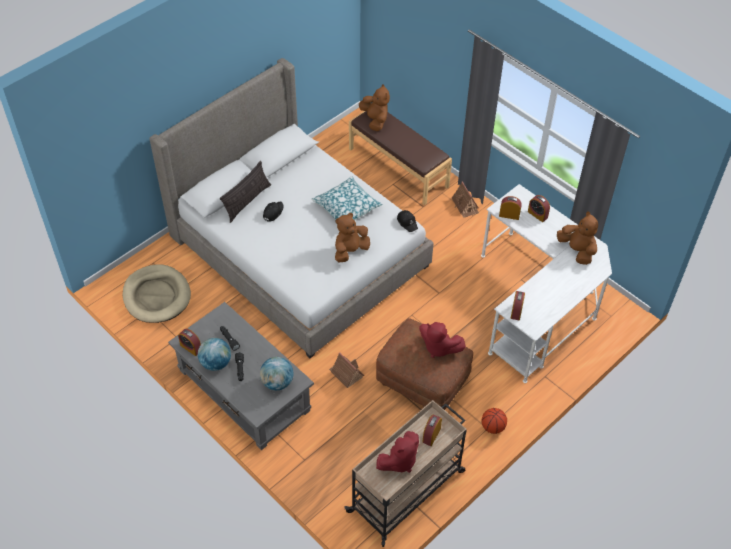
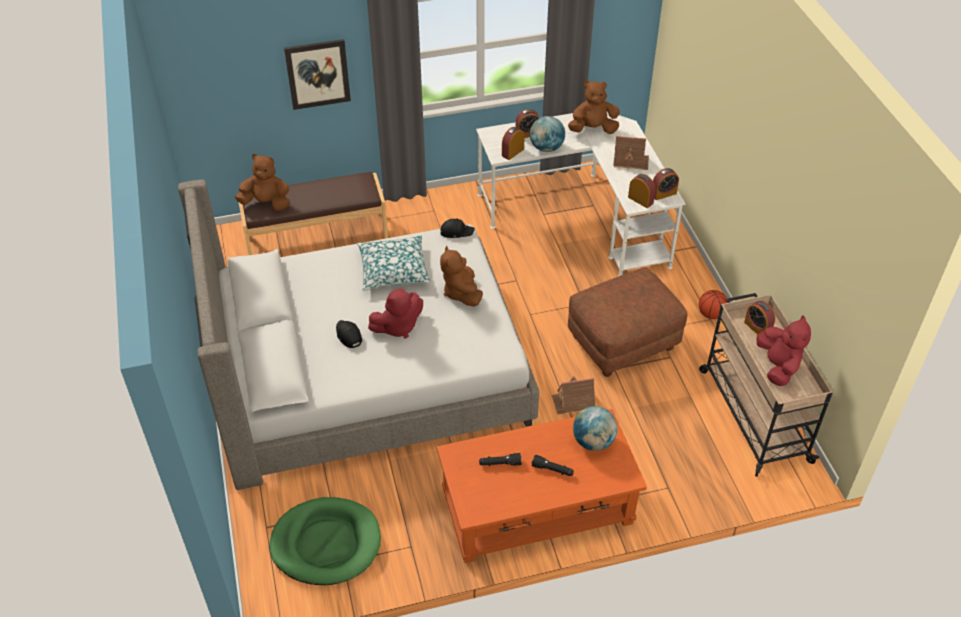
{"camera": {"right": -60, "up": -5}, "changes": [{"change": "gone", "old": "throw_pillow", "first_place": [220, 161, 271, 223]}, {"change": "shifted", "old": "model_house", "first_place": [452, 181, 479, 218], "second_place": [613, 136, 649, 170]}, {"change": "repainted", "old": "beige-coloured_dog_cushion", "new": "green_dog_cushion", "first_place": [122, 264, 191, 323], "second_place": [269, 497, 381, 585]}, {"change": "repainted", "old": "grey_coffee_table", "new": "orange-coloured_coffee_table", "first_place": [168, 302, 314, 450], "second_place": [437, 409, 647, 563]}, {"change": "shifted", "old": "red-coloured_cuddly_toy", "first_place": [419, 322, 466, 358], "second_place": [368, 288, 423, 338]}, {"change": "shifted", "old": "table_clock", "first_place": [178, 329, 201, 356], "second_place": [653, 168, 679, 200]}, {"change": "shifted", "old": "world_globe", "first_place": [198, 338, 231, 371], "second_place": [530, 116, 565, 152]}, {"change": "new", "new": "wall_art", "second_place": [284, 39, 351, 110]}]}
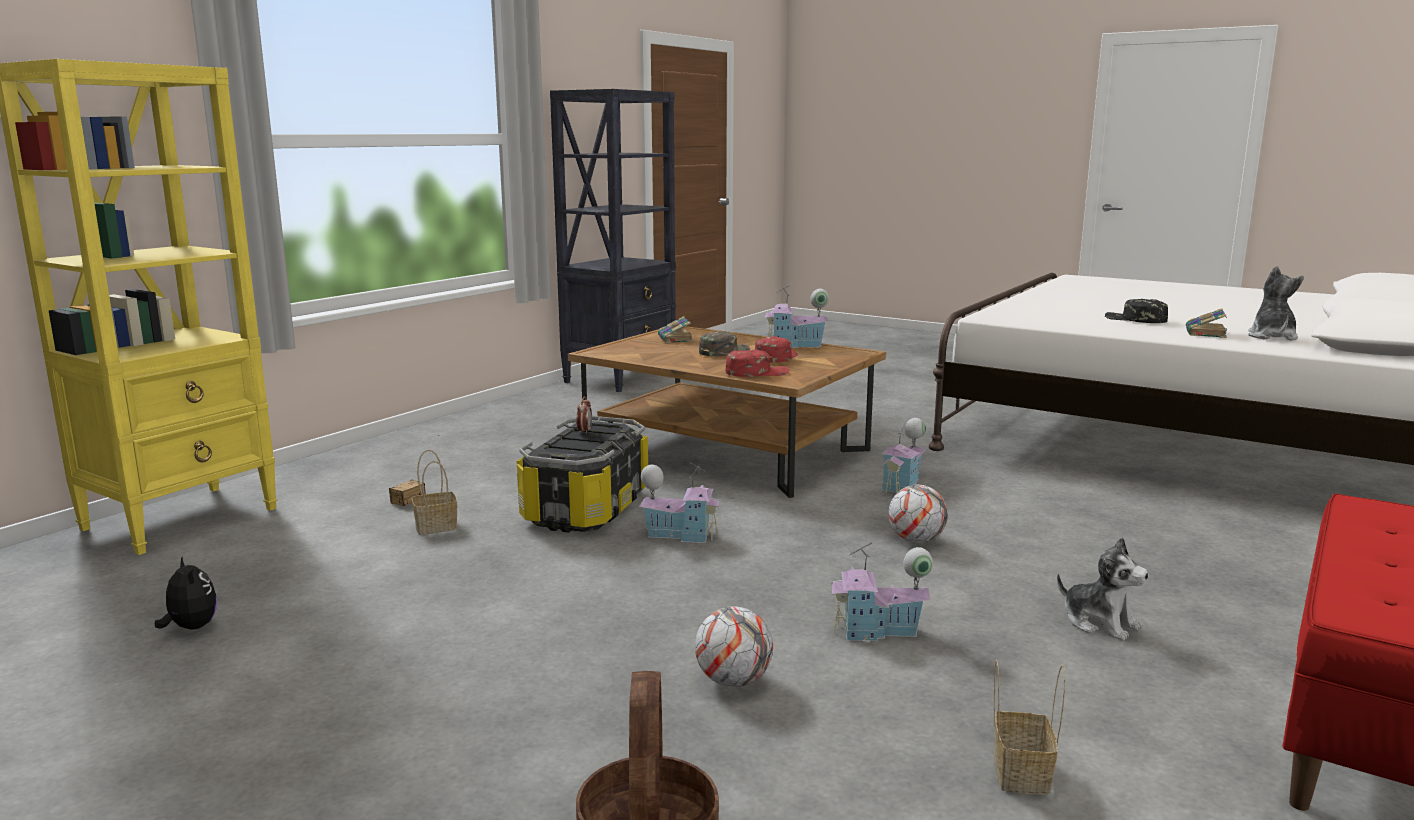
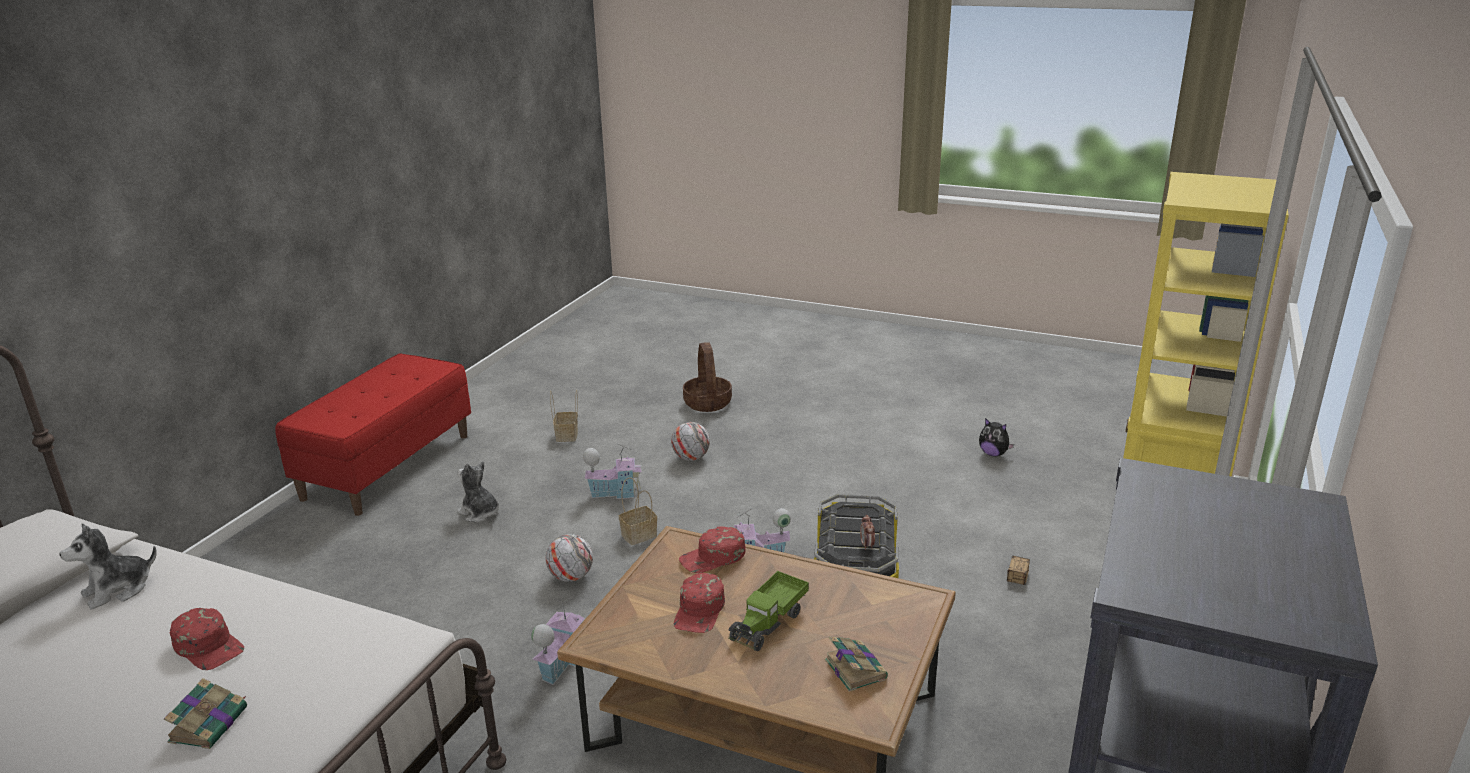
{"camera": {"right": 170, "up": 10}, "changes": [{"change": "rotated", "old": "cuddly_toy", "first_place": [1248, 266, 1304, 340], "second_place": [59, 523, 157, 610], "degrees": 45}, {"change": "gone", "old": "model_house", "first_place": [765, 285, 829, 348]}, {"change": "repainted", "old": "black-coloured_cap", "new": "red-coloured_cap", "first_place": [1105, 299, 1168, 323], "second_place": [170, 608, 244, 670]}, {"change": "shifted", "old": "volume", "first_place": [1186, 308, 1227, 338], "second_place": [164, 678, 247, 749]}, {"change": "swapped", "old": "green_cap", "new": "toy_lorry", "first_place": [699, 331, 750, 356], "second_place": [728, 571, 809, 651]}, {"change": "shifted", "old": "basket", "first_place": [412, 450, 457, 535], "second_place": [619, 477, 657, 545]}]}
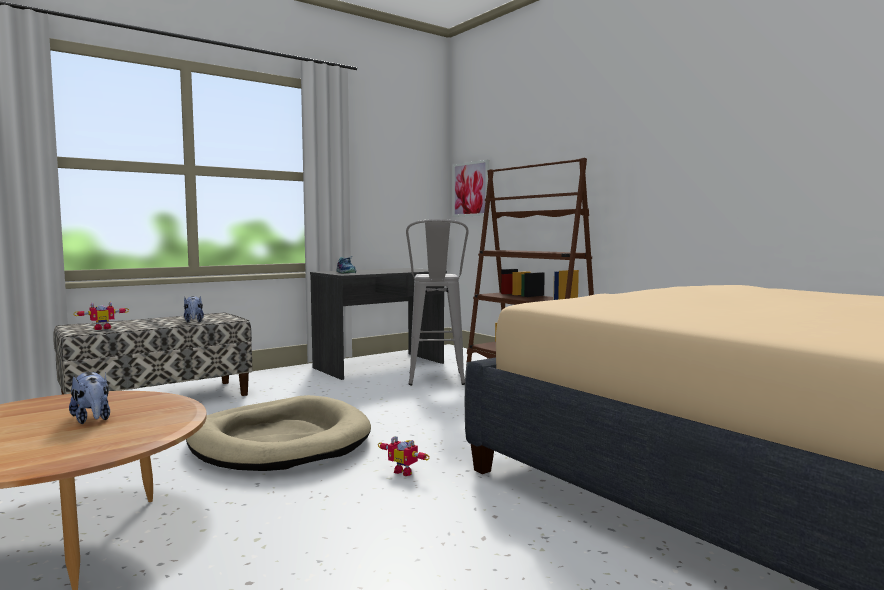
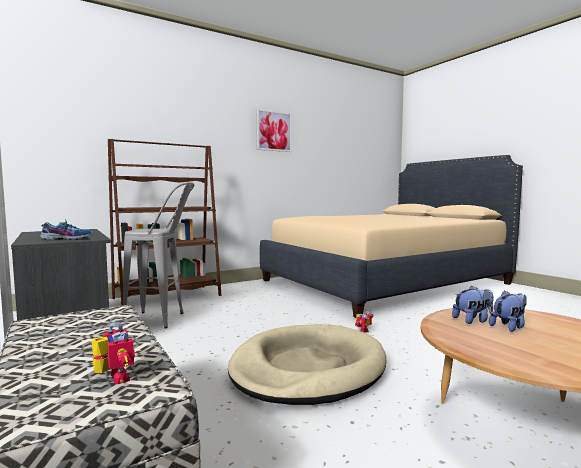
{"camera": {"right": -85, "up": 0}, "changes": [{"change": "shifted", "old": "wall_art", "first_place": [453, 160, 489, 217], "second_place": [256, 109, 292, 152]}, {"change": "shifted", "old": "cuddly_toy", "first_place": [184, 296, 204, 322], "second_place": [452, 286, 494, 324]}]}
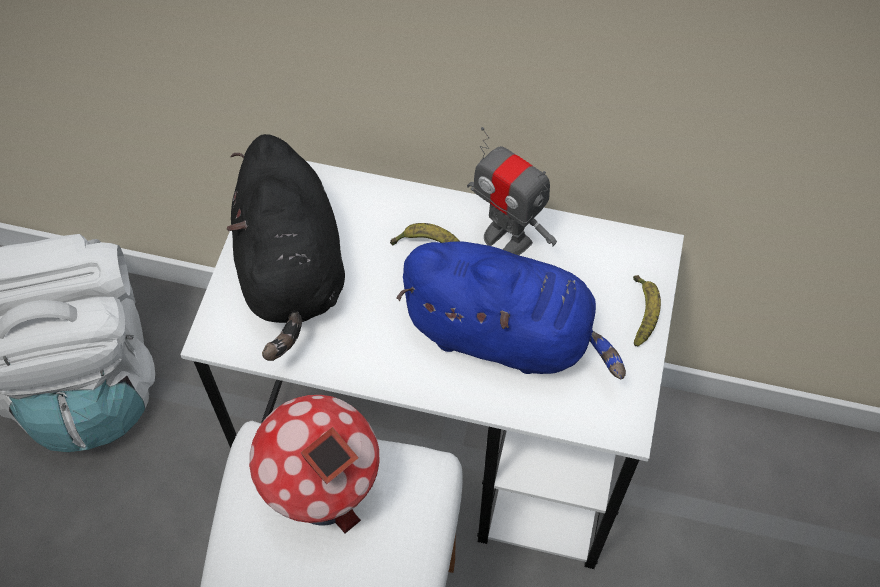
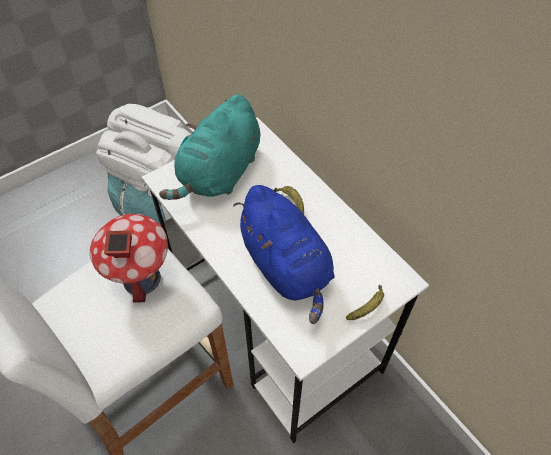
{"camera": {"right": 40, "up": -5}, "changes": [{"change": "gone", "old": "model_robot", "first_place": [467, 127, 557, 255]}, {"change": "repainted", "old": "black-coloured_cuddly_toy", "new": "blue-green_cuddly_toy", "first_place": [227, 134, 345, 361], "second_place": [159, 95, 260, 200]}]}
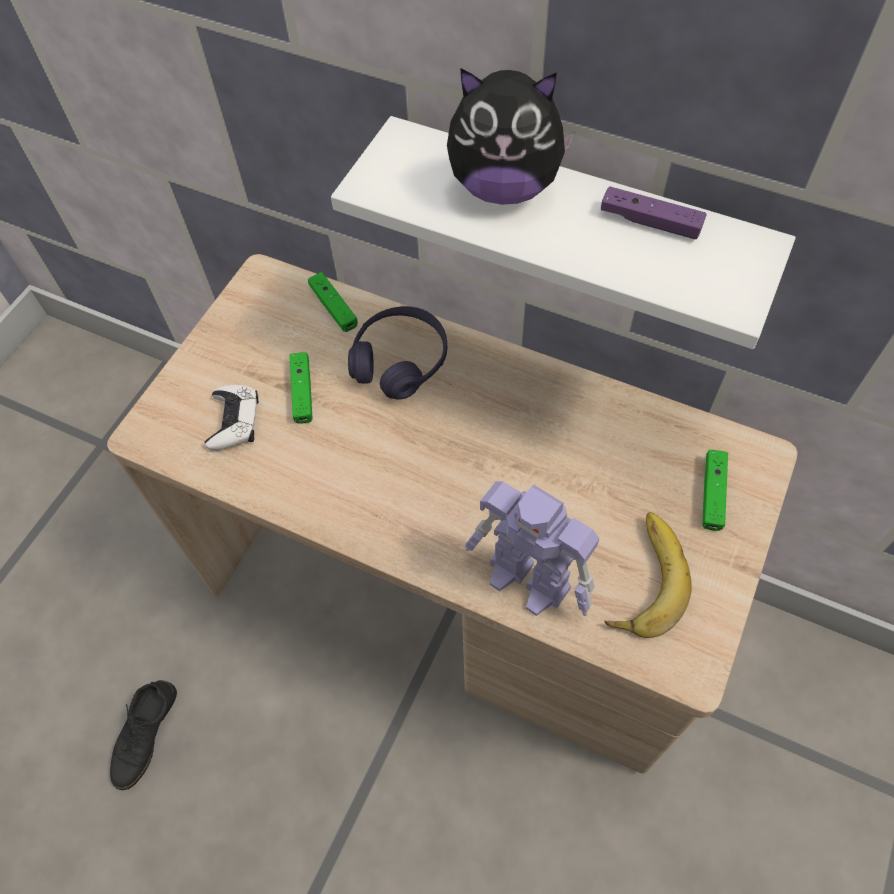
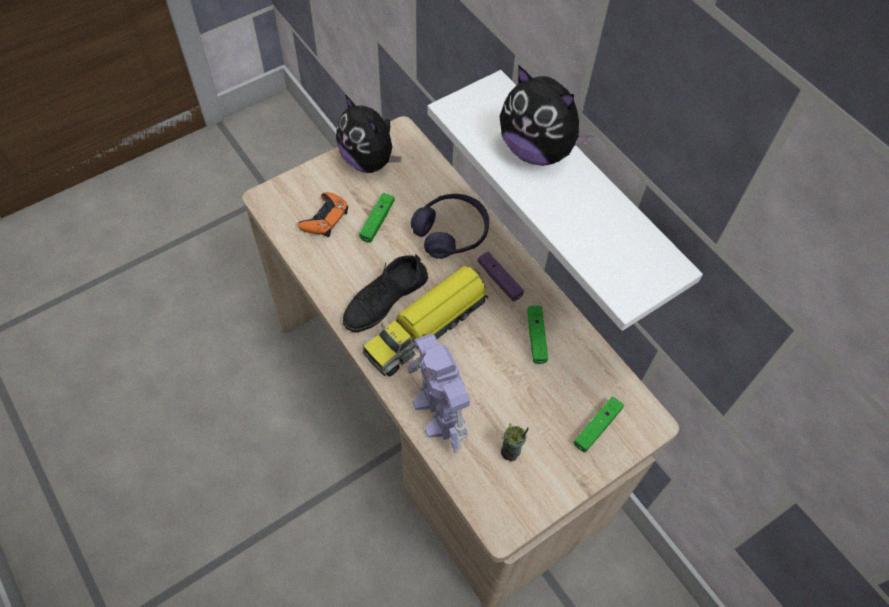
{"camera": {"right": 25, "up": 0}, "changes": [{"change": "shifted", "old": "purple_joypad", "first_place": [601, 186, 707, 239], "second_place": [477, 252, 524, 302]}, {"change": "shifted", "old": "green_joypad", "first_place": [308, 272, 358, 332], "second_place": [527, 306, 548, 364]}, {"change": "repainted", "old": "white_joypad", "new": "orange-coloured_joypad", "first_place": [205, 385, 259, 450], "second_place": [298, 192, 348, 237]}, {"change": "swapped", "old": "banana", "new": "cup", "first_place": [605, 512, 692, 638], "second_place": [501, 423, 529, 462]}, {"change": "shifted", "old": "black-coloured_shoe", "first_place": [110, 680, 177, 790], "second_place": [343, 254, 428, 332]}, {"change": "new", "new": "cuddly_toy", "second_place": [336, 95, 402, 173]}, {"change": "new", "new": "toy_lorry", "second_place": [363, 266, 488, 376]}]}
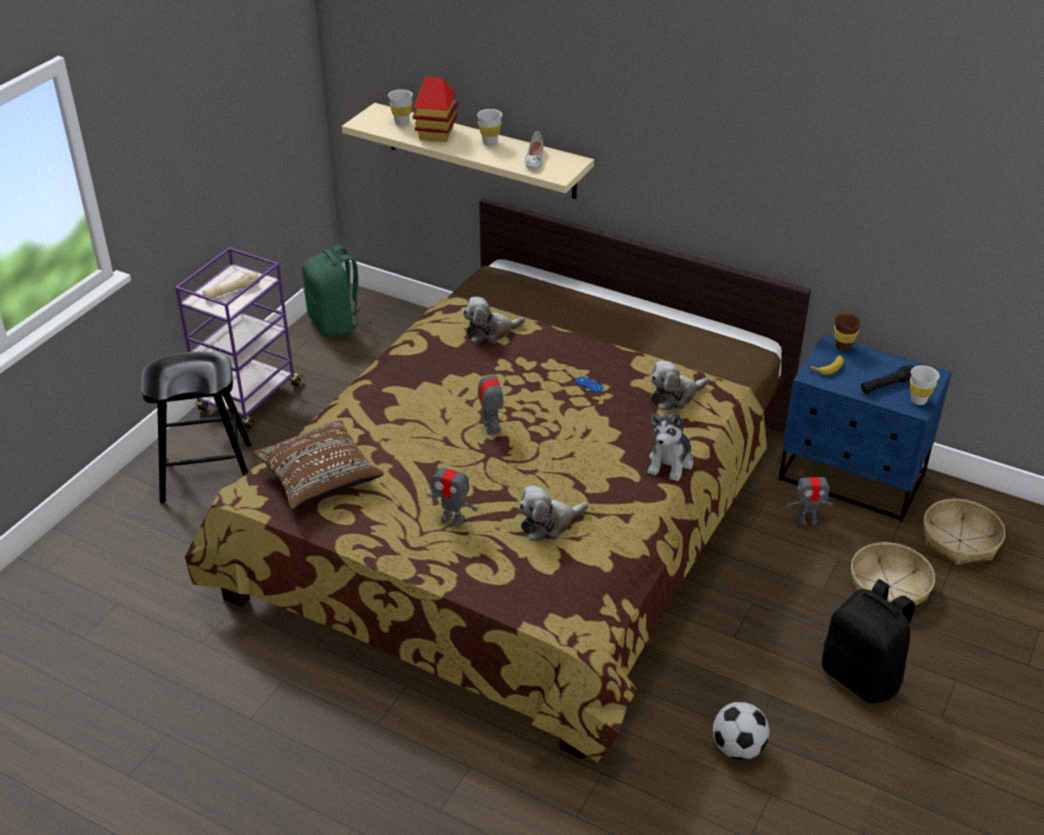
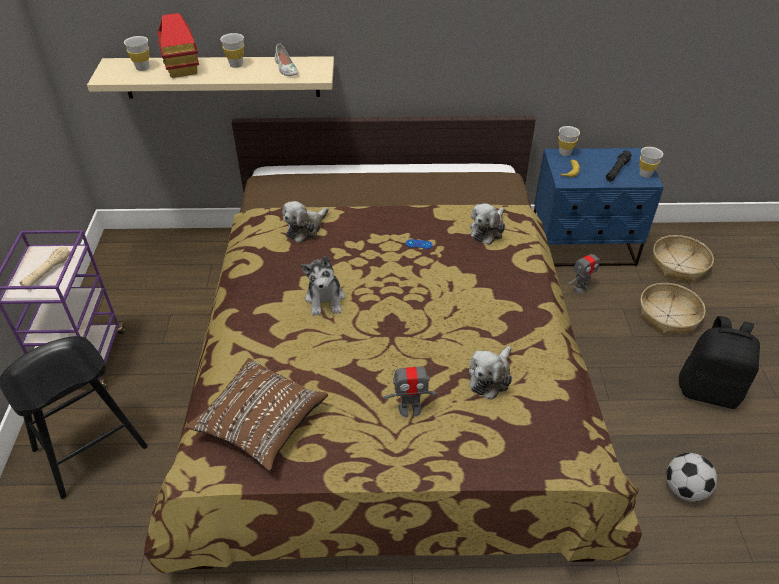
{"camera": {"right": -30, "up": 5}, "changes": [{"change": "gone", "old": "green_backpack", "first_place": [302, 245, 371, 337]}, {"change": "repainted", "old": "brown_cup", "new": "white_cup", "first_place": [834, 313, 862, 351], "second_place": [558, 126, 580, 156]}, {"change": "gone", "old": "model_robot", "first_place": [478, 364, 504, 435]}, {"change": "shifted", "old": "cuddly_toy", "first_place": [648, 412, 693, 482], "second_place": [301, 256, 345, 316]}]}
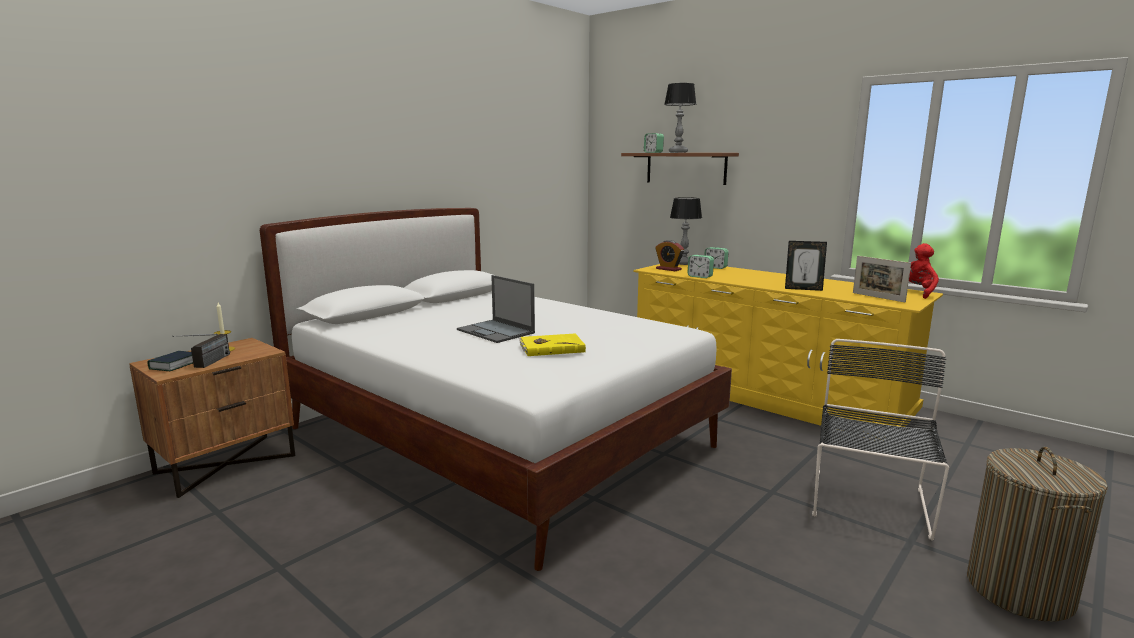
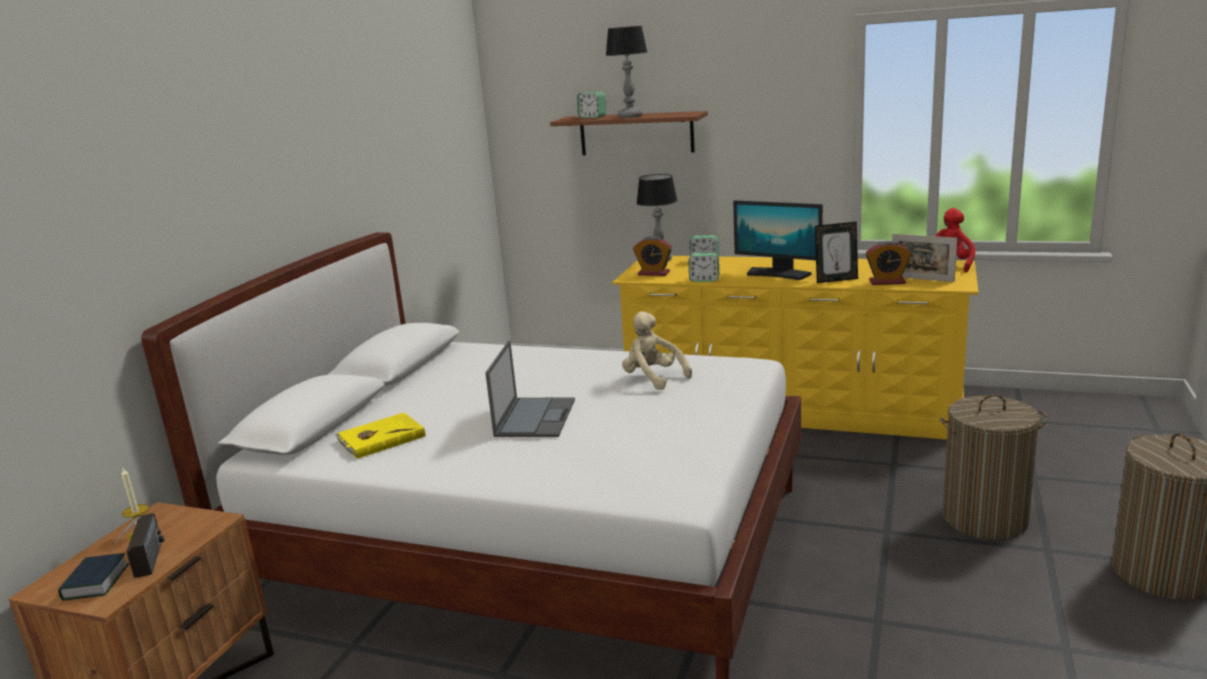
{"camera": {"right": -20, "up": 5}, "changes": [{"change": "rotated", "old": "portable_computer", "first_place": [457, 275, 535, 343], "second_place": [485, 341, 575, 437], "degrees": -105}, {"change": "shifted", "old": "yellow_volume", "first_place": [519, 333, 586, 356], "second_place": [335, 412, 426, 459]}, {"change": "swapped", "old": "black-coloured_upright_chair", "new": "hamper", "first_place": [812, 339, 949, 540], "second_place": [939, 394, 1047, 540]}, {"change": "new", "new": "computer_display", "second_place": [733, 200, 823, 280]}, {"change": "new", "new": "table_clock", "second_place": [866, 241, 911, 285]}, {"change": "new", "new": "beige-coloured_cuddly_toy", "second_place": [622, 311, 692, 390]}]}
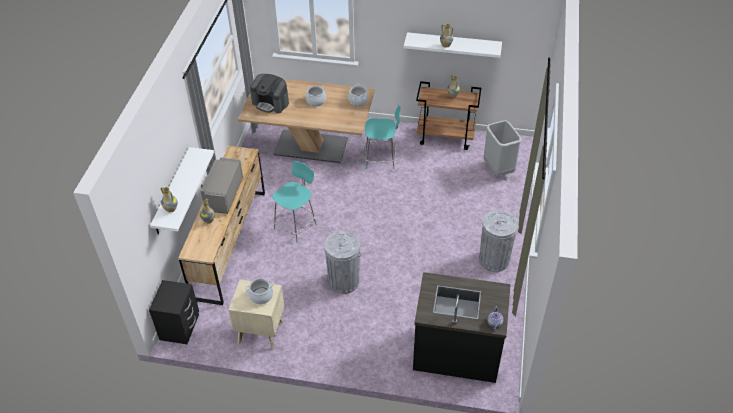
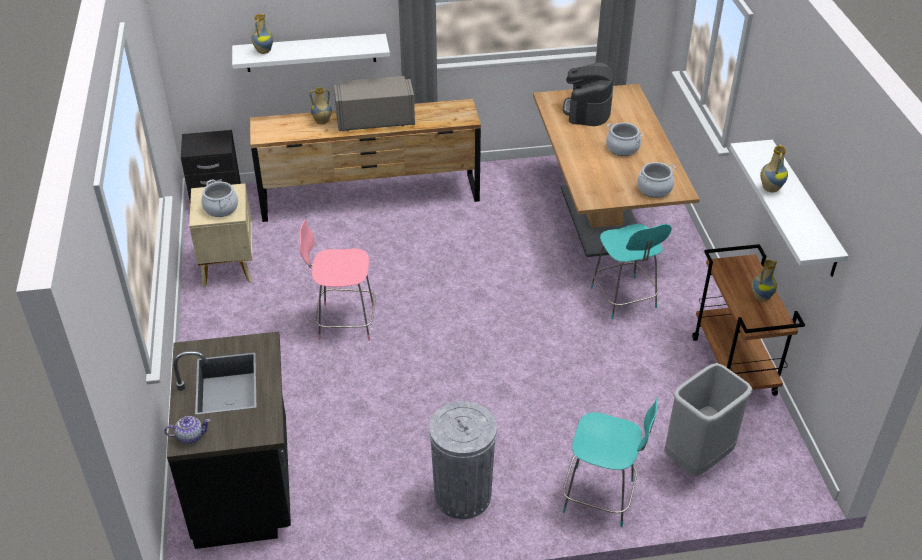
{"camera": {"right": 70, "up": -5}, "changes": [{"change": "shifted", "old": "blue-green_upright_chair", "first_place": [273, 161, 316, 242], "second_place": [563, 398, 658, 527]}, {"change": "swapped", "old": "grey_trash_can", "new": "pink-coloured_upright_chair", "first_place": [324, 231, 361, 294], "second_place": [299, 220, 376, 341]}]}
